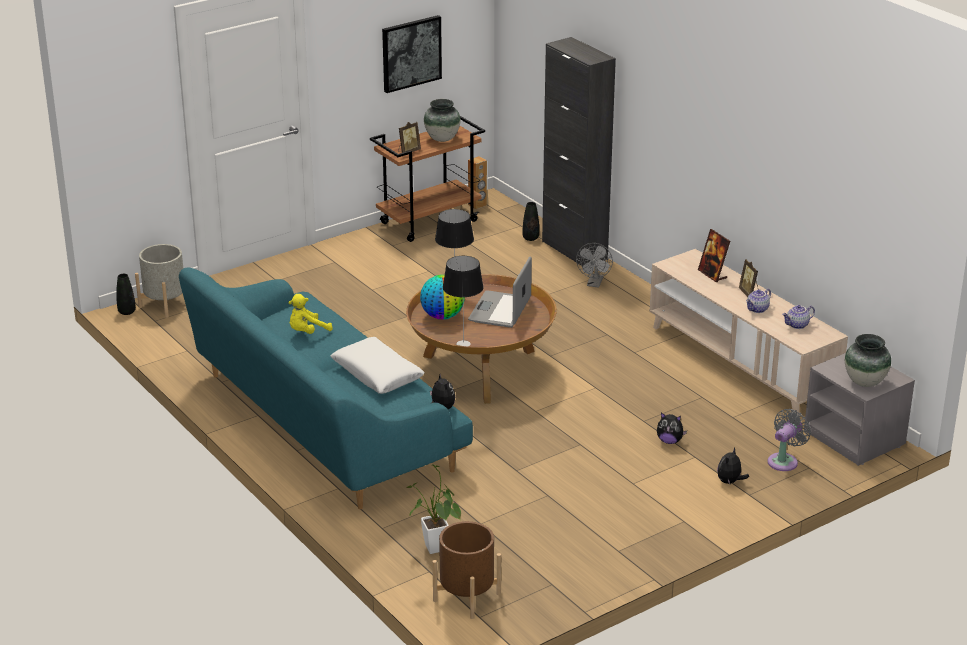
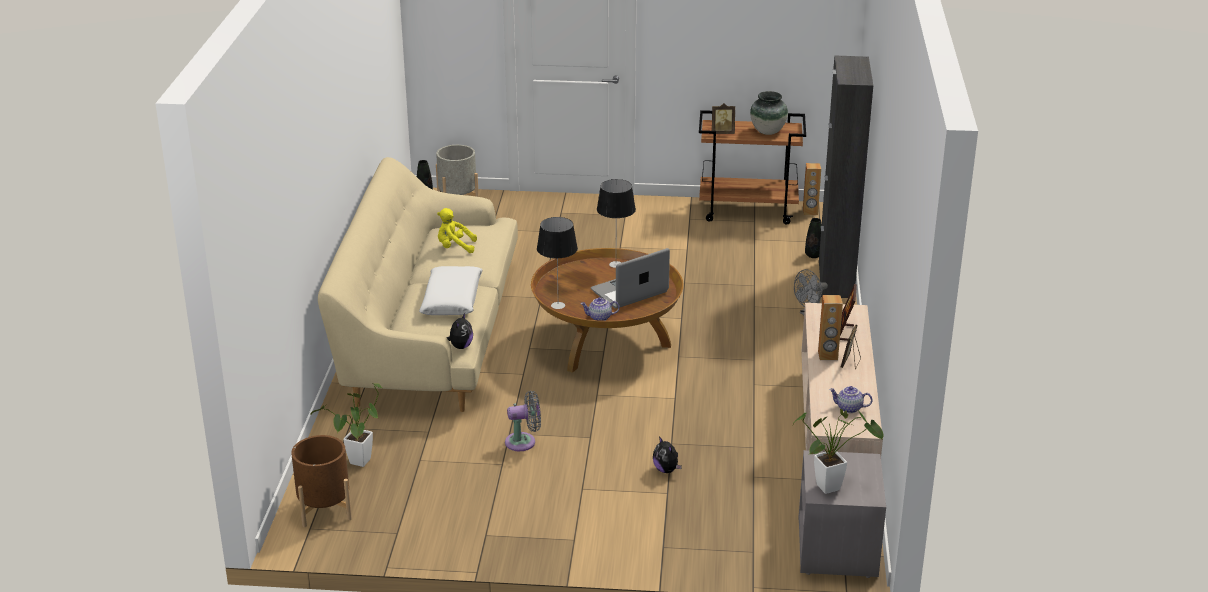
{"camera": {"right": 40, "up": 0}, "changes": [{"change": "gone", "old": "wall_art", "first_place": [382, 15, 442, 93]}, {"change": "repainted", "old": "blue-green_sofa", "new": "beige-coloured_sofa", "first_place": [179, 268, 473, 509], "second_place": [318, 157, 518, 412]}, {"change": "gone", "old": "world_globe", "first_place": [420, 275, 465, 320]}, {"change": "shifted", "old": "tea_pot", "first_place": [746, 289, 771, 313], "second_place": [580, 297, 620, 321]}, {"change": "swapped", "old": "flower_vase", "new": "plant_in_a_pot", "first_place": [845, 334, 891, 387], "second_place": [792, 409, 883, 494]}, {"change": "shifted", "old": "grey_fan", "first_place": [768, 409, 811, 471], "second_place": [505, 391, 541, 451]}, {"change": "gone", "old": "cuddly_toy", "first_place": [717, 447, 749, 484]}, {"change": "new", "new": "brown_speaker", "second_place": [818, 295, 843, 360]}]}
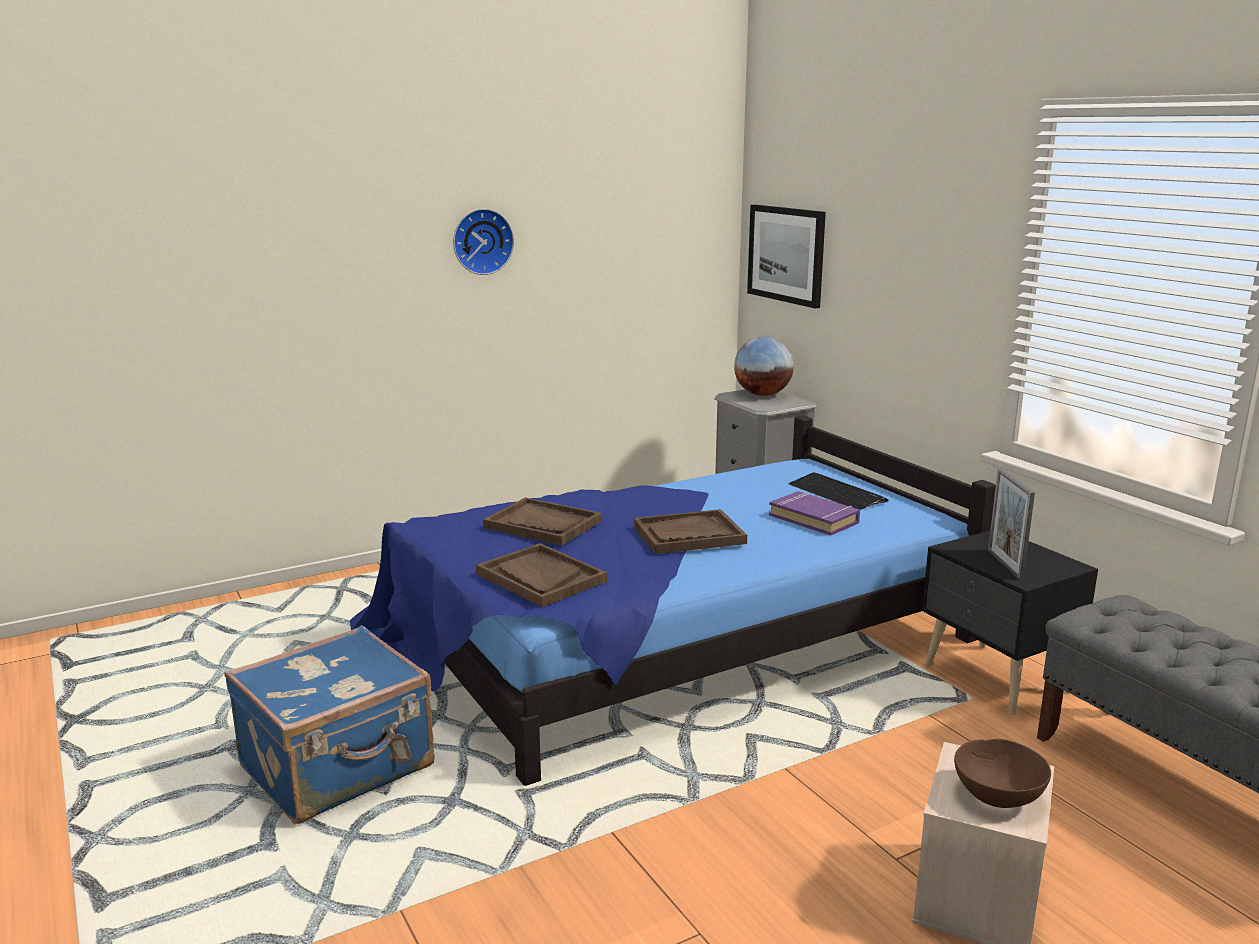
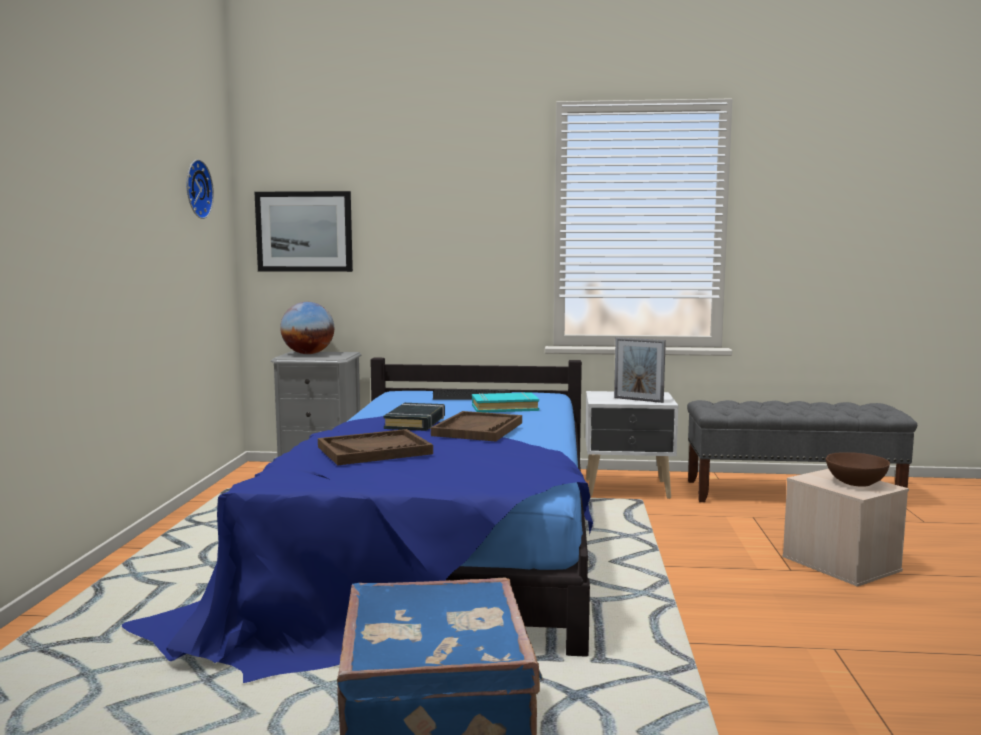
{"camera": {"right": -55, "up": -10}, "changes": [{"change": "shifted", "old": "clock_on_the_wall", "first_place": [453, 208, 514, 275], "second_place": [187, 159, 214, 219]}, {"change": "repainted", "old": "purple_volume", "new": "blue-green_volume", "first_place": [769, 491, 860, 535], "second_place": [472, 392, 539, 413]}, {"change": "repainted", "old": "black-coloured_nightstand", "new": "white_nightstand", "first_place": [922, 531, 1098, 715], "second_place": [585, 391, 678, 499]}, {"change": "gone", "old": "brown_carrying_tray", "first_place": [476, 543, 607, 607]}, {"change": "new", "new": "black-coloured_volume", "second_place": [383, 403, 445, 431]}]}
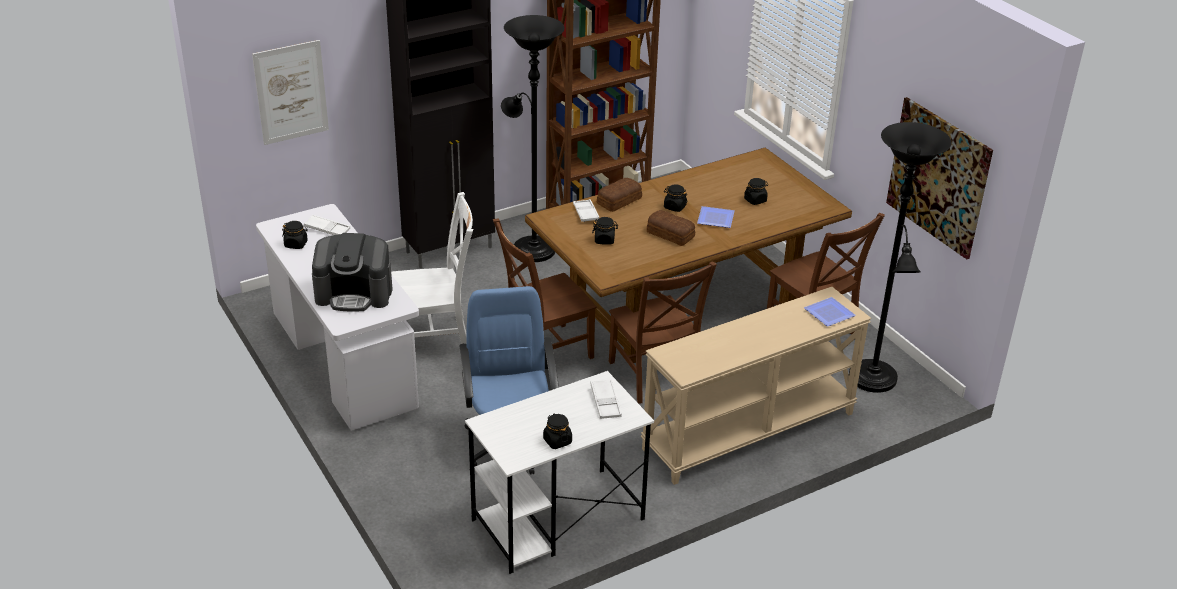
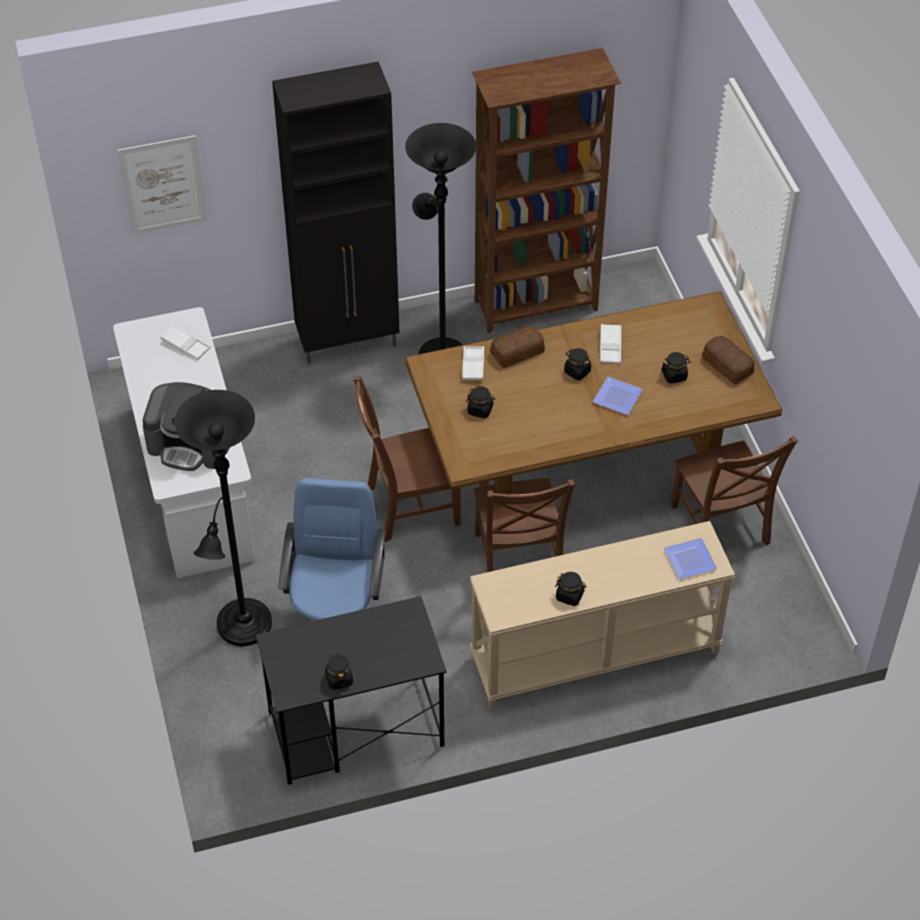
{"camera": {"right": 15, "up": 15}, "changes": [{"change": "gone", "old": "wall_art", "first_place": [886, 97, 993, 259]}, {"change": "shifted", "old": "black-coloured_floor_lamp", "first_place": [849, 122, 952, 393], "second_place": [174, 390, 272, 646]}, {"change": "gone", "old": "white_upright_chair", "first_place": [391, 192, 473, 344]}, {"change": "shifted", "old": "bakery_bread", "first_place": [647, 210, 695, 246], "second_place": [702, 336, 755, 384]}, {"change": "shifted", "old": "black-coloured_storage_jar", "first_place": [282, 221, 308, 249], "second_place": [555, 572, 587, 606]}, {"change": "repainted", "old": "white_desk_unit", "new": "black-coloured_desk_unit", "first_place": [465, 371, 654, 574], "second_place": [256, 596, 447, 785]}, {"change": "shifted", "old": "white_carrying_tray", "first_place": [590, 379, 622, 419], "second_place": [600, 324, 621, 364]}]}
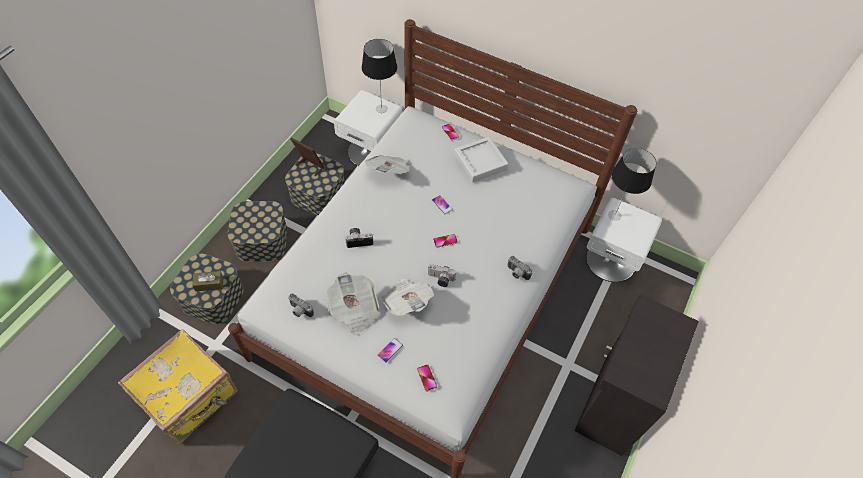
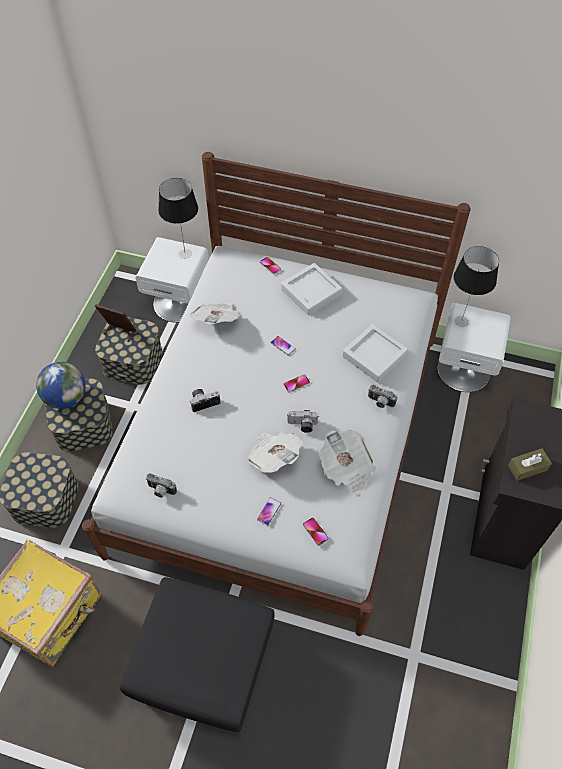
{"camera": {"right": -10, "up": 0}, "changes": [{"change": "shifted", "old": "brown_tissue_holder", "first_place": [192, 271, 224, 291], "second_place": [508, 448, 552, 481]}, {"change": "shifted", "old": "newspaper", "first_place": [327, 272, 380, 335], "second_place": [319, 430, 376, 495]}, {"change": "new", "new": "grey_carrying_tray", "second_place": [343, 324, 408, 382]}, {"change": "new", "new": "world_globe", "second_place": [36, 362, 86, 409]}]}
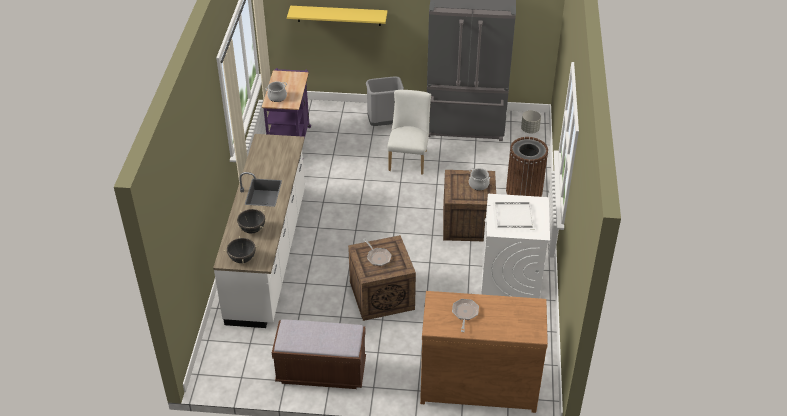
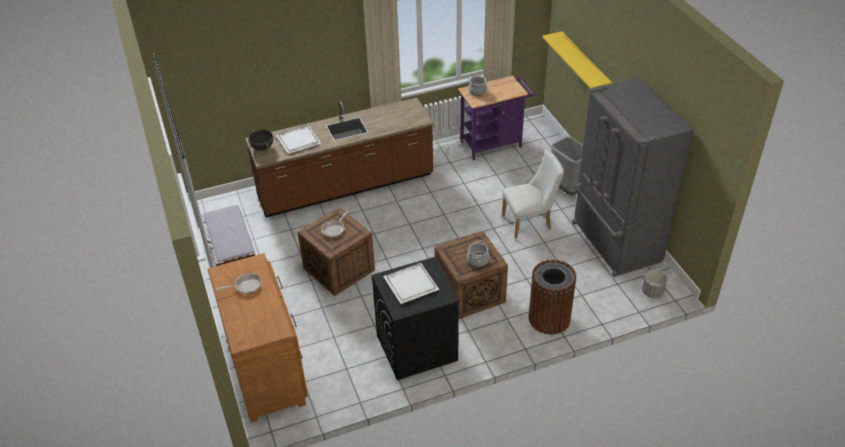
{"camera": {"right": 65, "up": 0}, "changes": [{"change": "repainted", "old": "white_kitchen_base_unit", "new": "brown_kitchen_base_unit", "first_place": [213, 134, 305, 328], "second_place": [245, 97, 434, 217]}, {"change": "repainted", "old": "white_laundry_machine", "new": "black-coloured_laundry_machine", "first_place": [481, 194, 550, 298], "second_place": [372, 257, 460, 380]}, {"change": "swapped", "old": "black-coloured_cooking_pot", "new": "white_carrying_tray", "first_place": [237, 209, 265, 234], "second_place": [276, 125, 321, 154]}]}
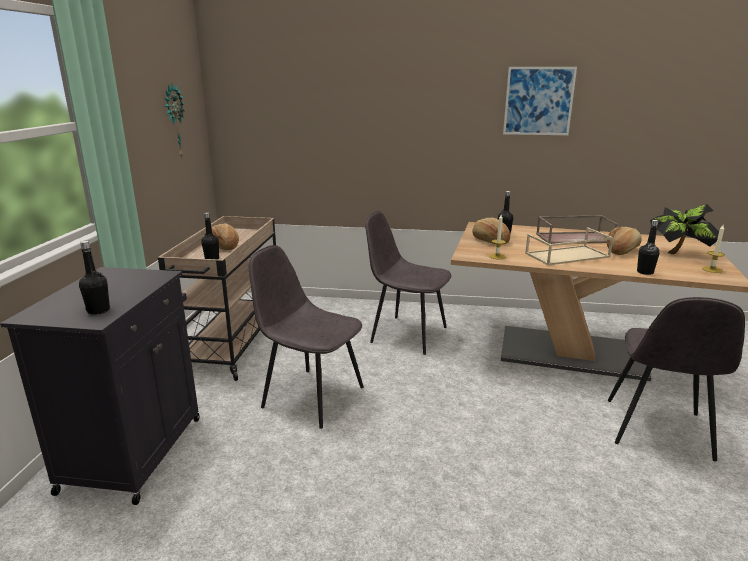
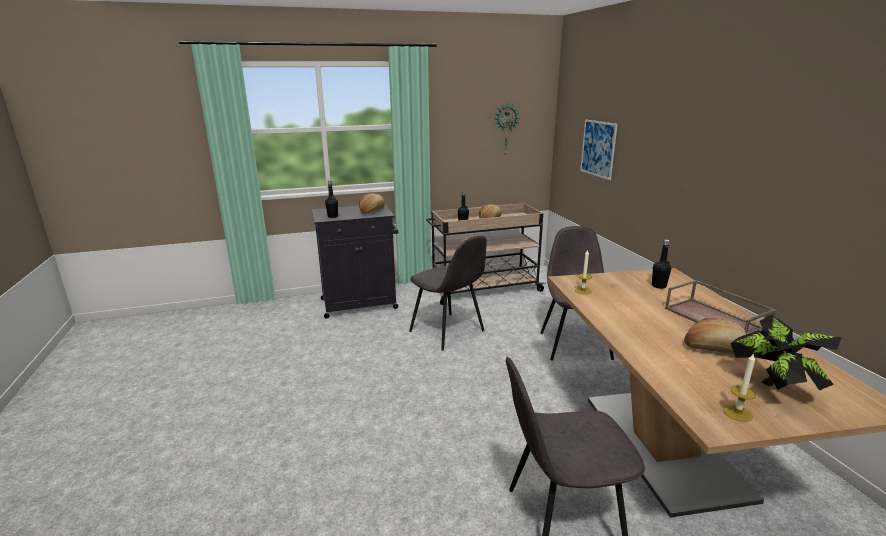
{"camera": {"right": 65, "up": 0}, "changes": [{"change": "shifted", "old": "wall_art", "first_place": [503, 67, 577, 135], "second_place": [580, 120, 617, 180]}, {"change": "shifted", "old": "bakery_bread", "first_place": [472, 218, 510, 245], "second_place": [359, 193, 385, 214]}, {"change": "gone", "old": "black-coloured_bottle", "first_place": [637, 220, 660, 275]}, {"change": "gone", "old": "beige-coloured_carrying_tray", "first_place": [525, 228, 614, 266]}, {"change": "rotated", "old": "grey_upright_chair", "first_place": [249, 245, 364, 429], "second_place": [409, 236, 487, 351], "degrees": 135}]}
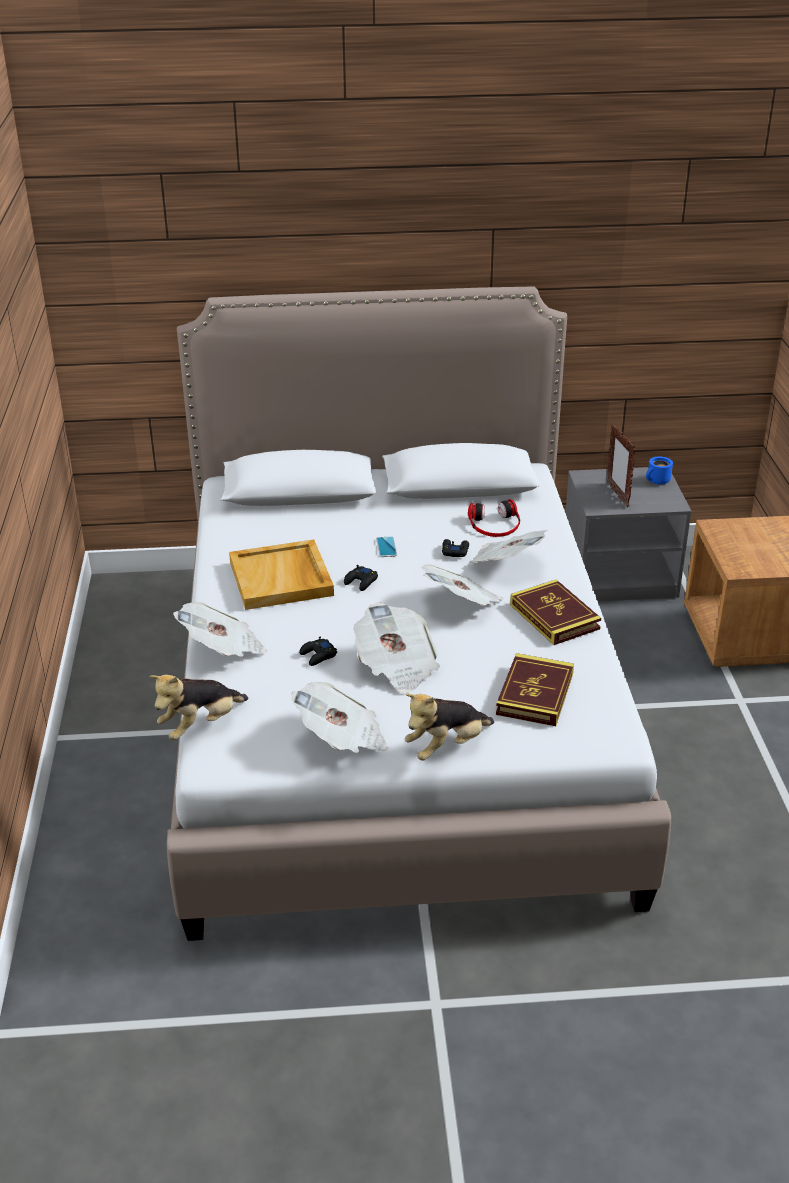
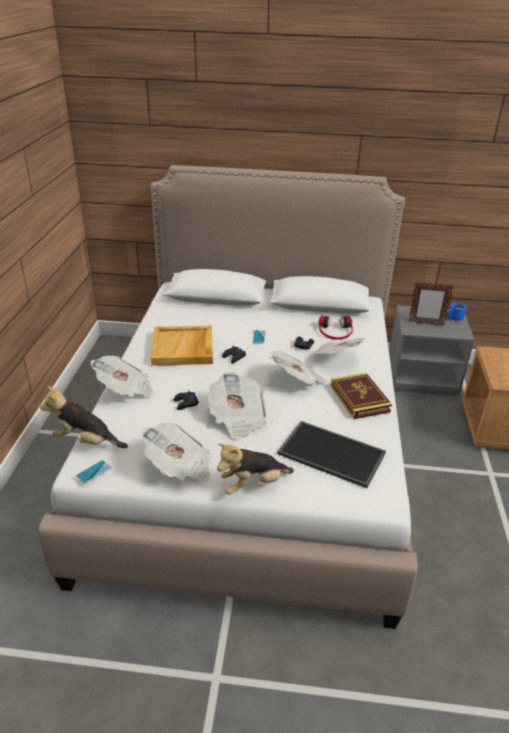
{"camera": {"right": 10, "up": 0}, "changes": [{"change": "rotated", "old": "standing_frame", "first_place": [607, 424, 636, 507], "second_place": [409, 282, 454, 326], "degrees": -75}, {"change": "swapped", "old": "volume", "new": "carrying_tray", "first_place": [496, 653, 574, 726], "second_place": [277, 421, 386, 488]}, {"change": "rotated", "old": "cuddly_toy", "first_place": [150, 675, 248, 740], "second_place": [40, 386, 128, 448], "degrees": 45}, {"change": "new", "new": "telephone", "second_place": [76, 460, 112, 484]}]}
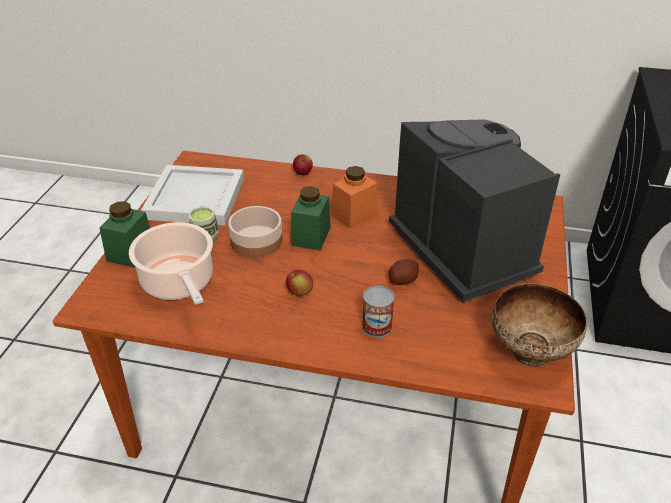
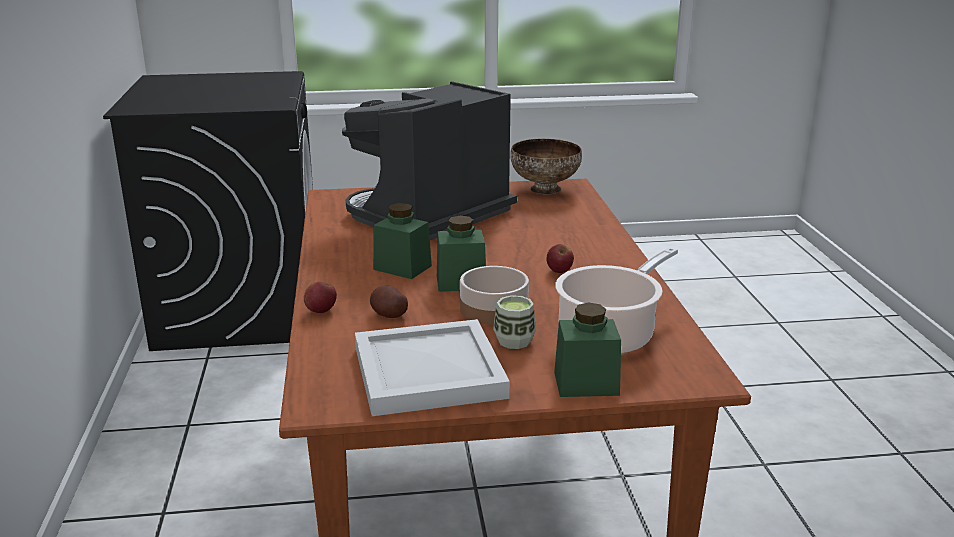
{"camera": {"right": -110, "up": -15}, "changes": [{"change": "repainted", "old": "orange-coloured_storage_jar", "new": "green_storage_jar", "first_place": [331, 166, 378, 229], "second_place": [373, 203, 432, 279]}, {"change": "shifted", "old": "whole_potato", "first_place": [388, 259, 419, 285], "second_place": [370, 286, 408, 318]}, {"change": "gone", "old": "sealed_can", "first_place": [362, 286, 394, 337]}]}
